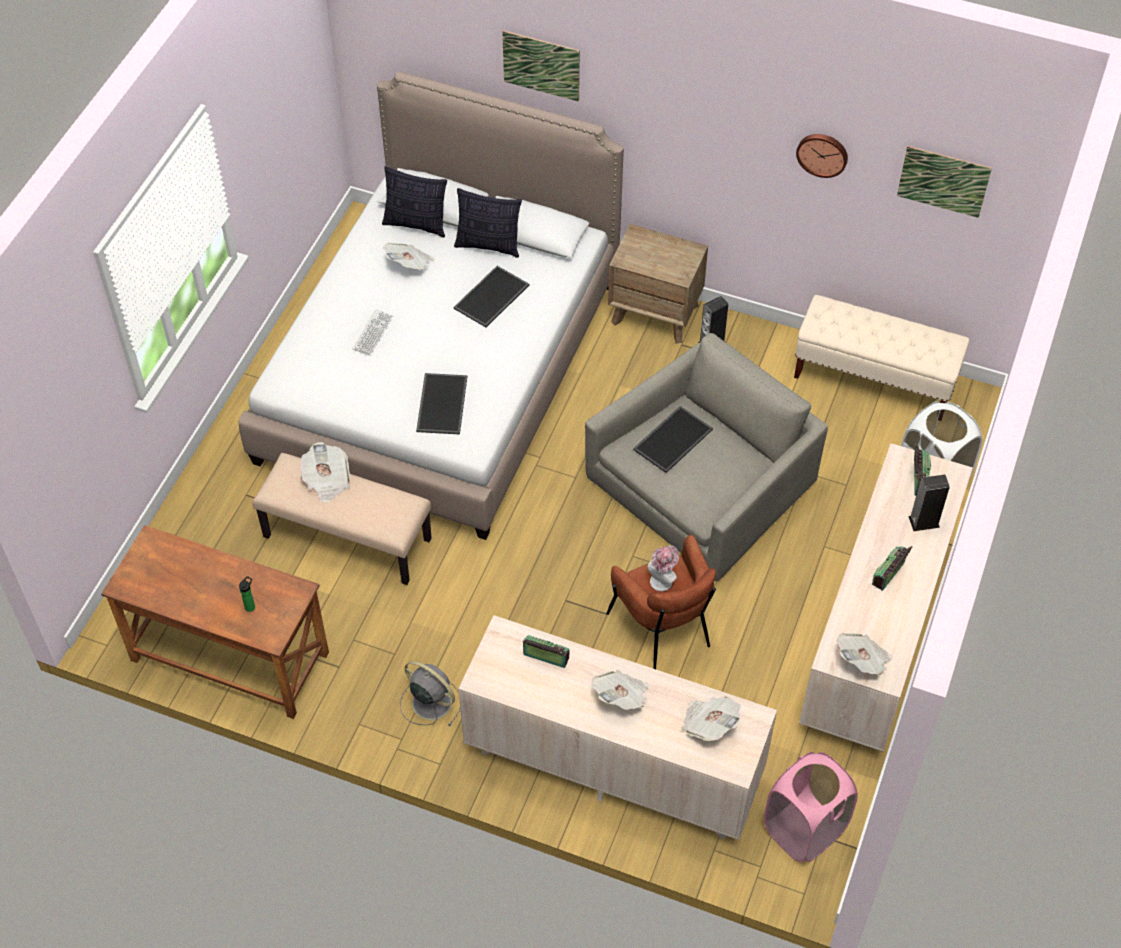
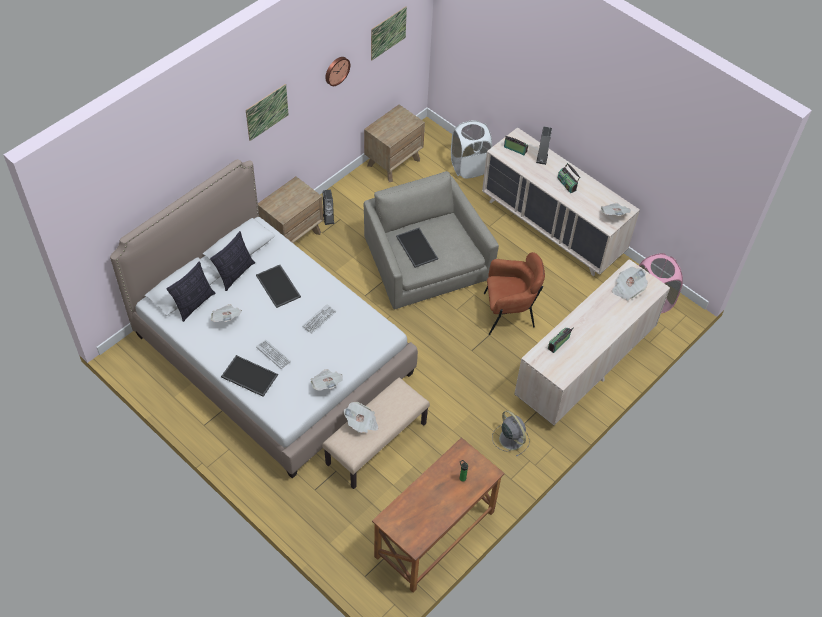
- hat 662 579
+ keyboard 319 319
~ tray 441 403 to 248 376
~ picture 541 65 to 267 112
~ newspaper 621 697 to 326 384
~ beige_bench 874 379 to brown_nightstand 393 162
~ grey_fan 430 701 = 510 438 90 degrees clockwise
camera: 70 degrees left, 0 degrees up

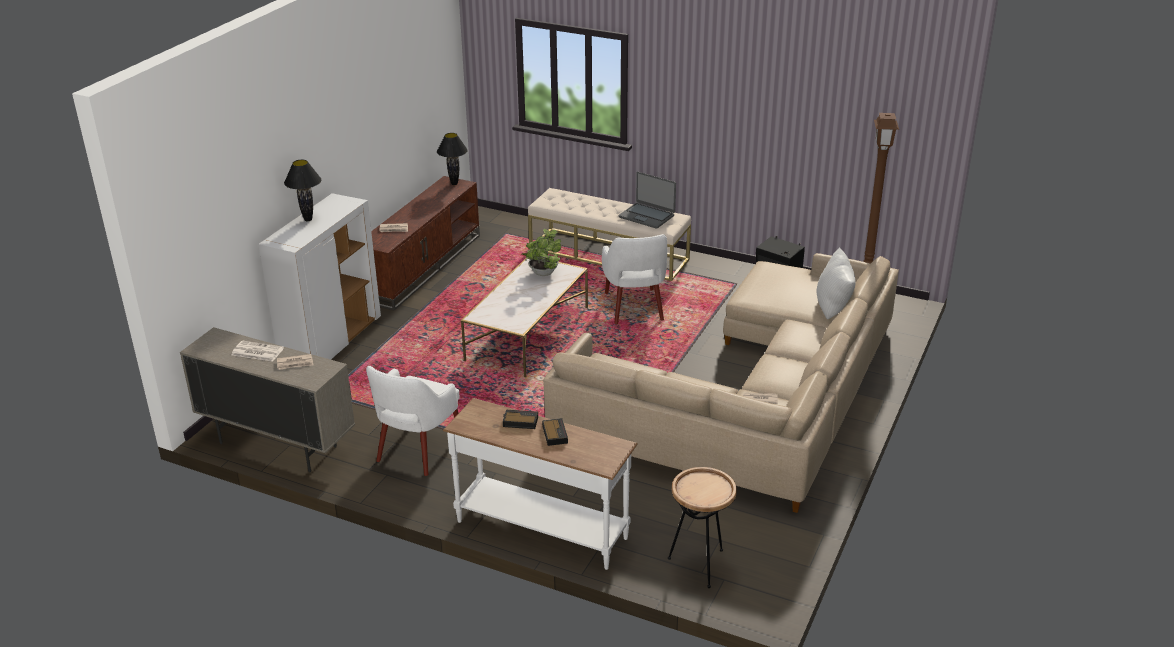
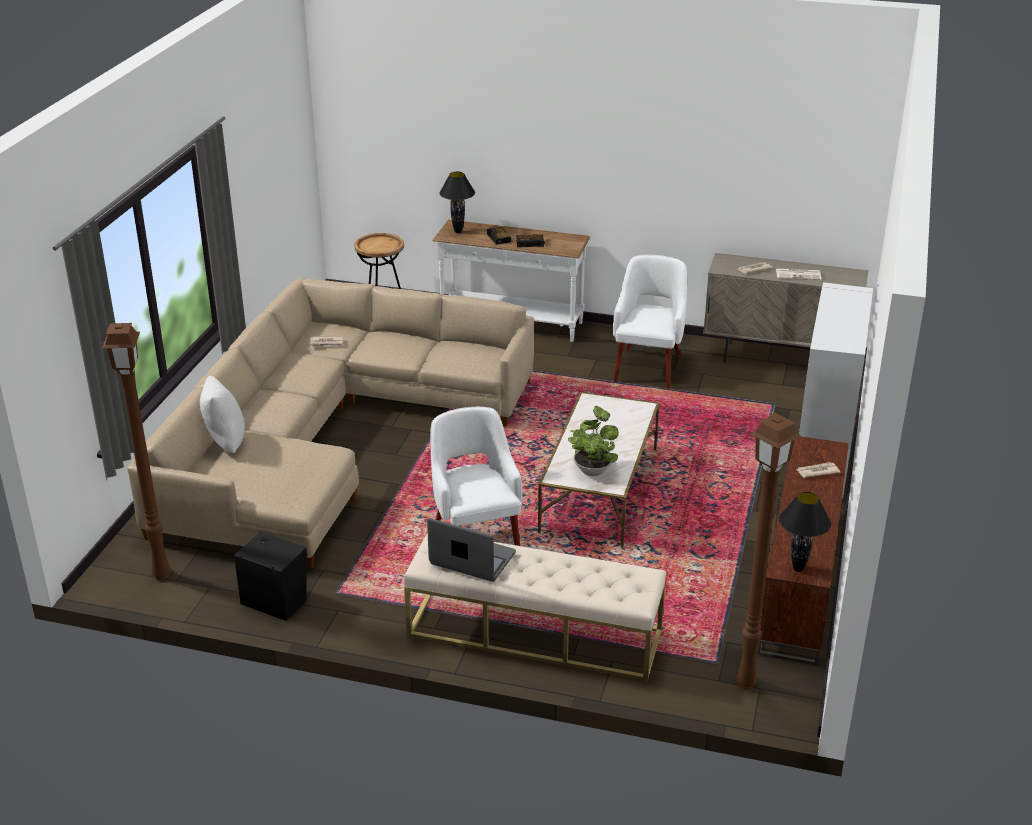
+ brown_floor_lamp 747 683
~ black_table_lamp 308 220 to 458 231
camera: 170 degrees right, 0 degrees up

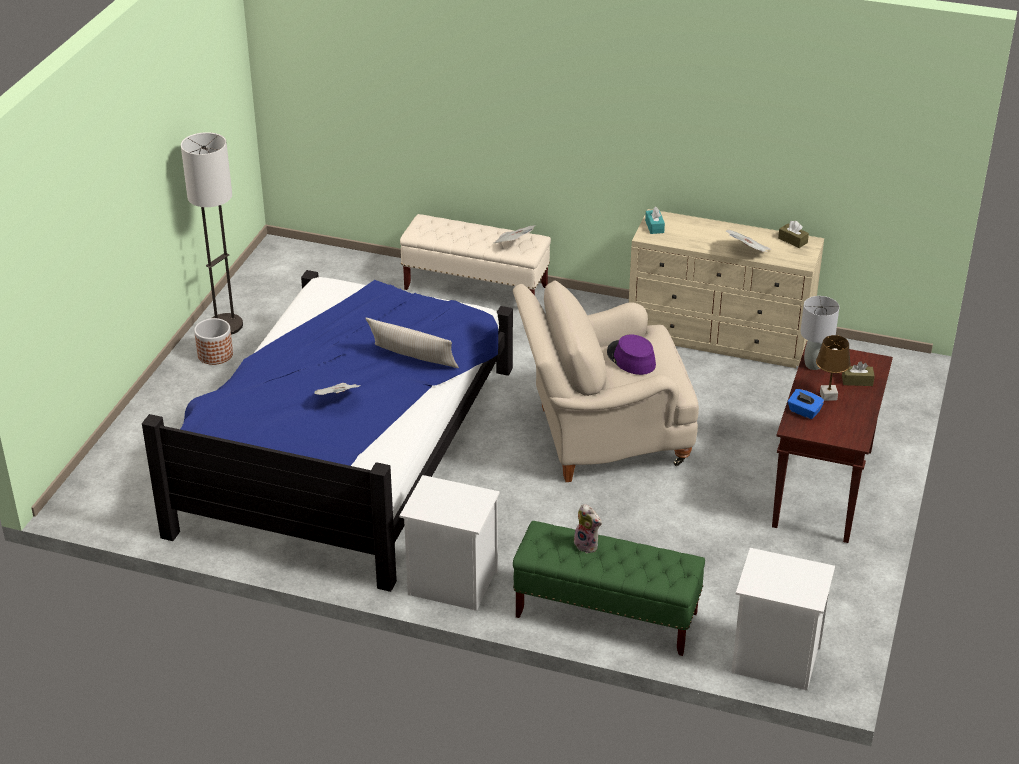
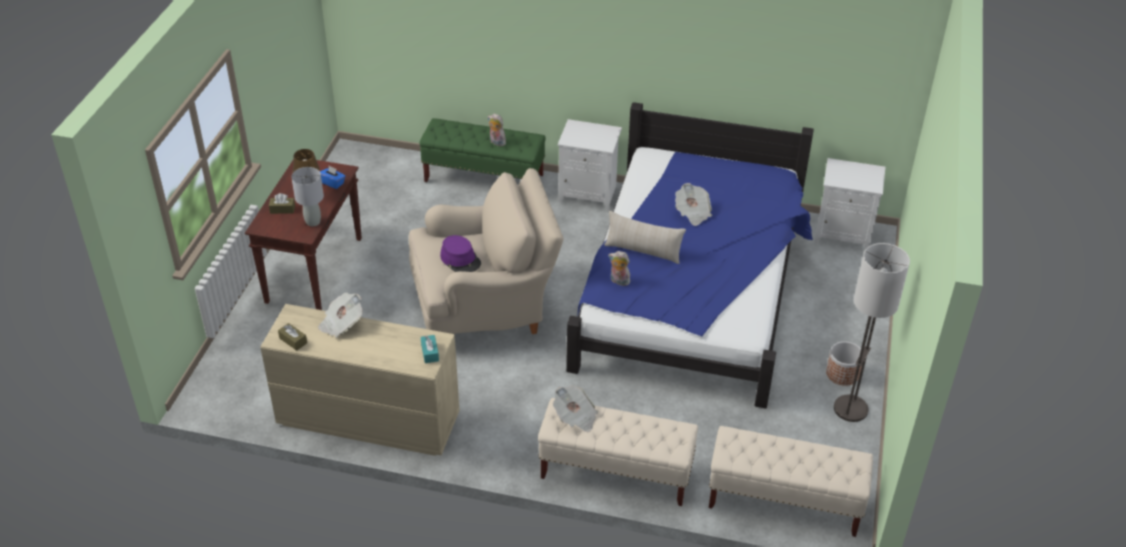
+ plush_toy 618 281
+ beige_bench 783 501
~ white_nightstand 773 660 to 844 233
camera: 175 degrees right, 5 degrees up

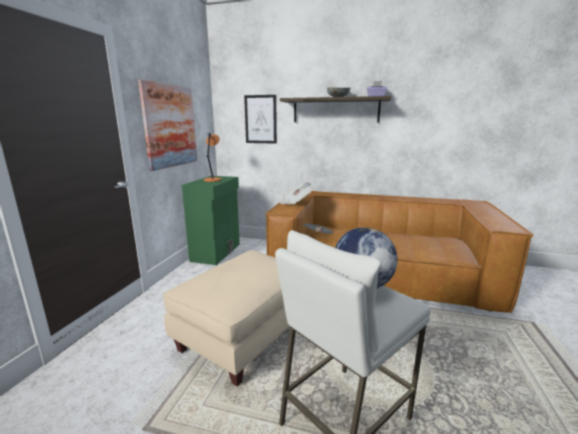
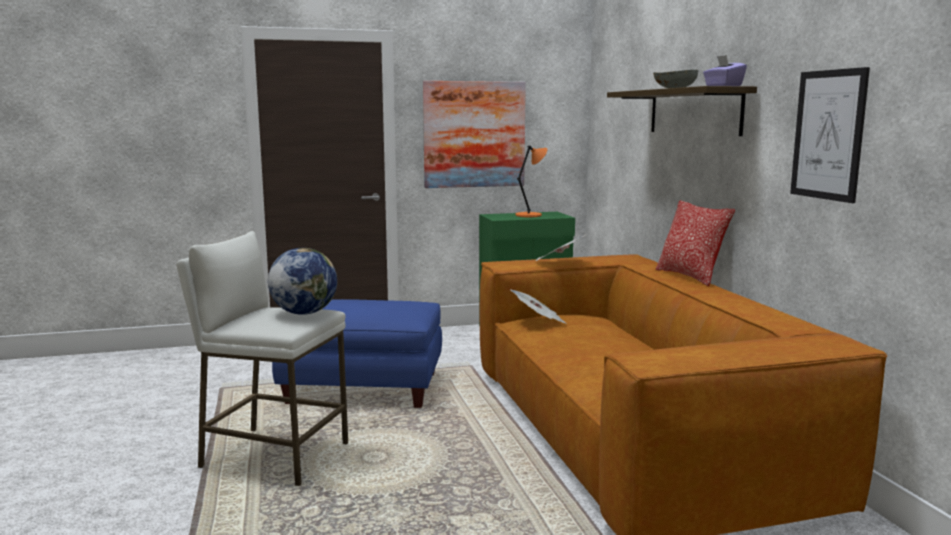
+ pillow 690 276
~ picture 260 119 to 828 135
~ beige_ottoman 245 334 to blue_ottoman 364 388
camera: 60 degrees right, 5 degrees down

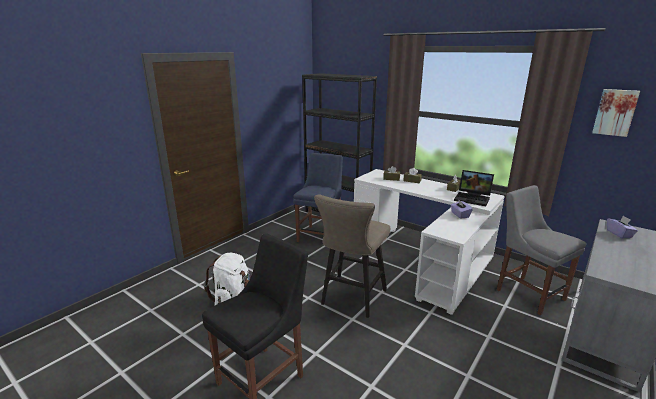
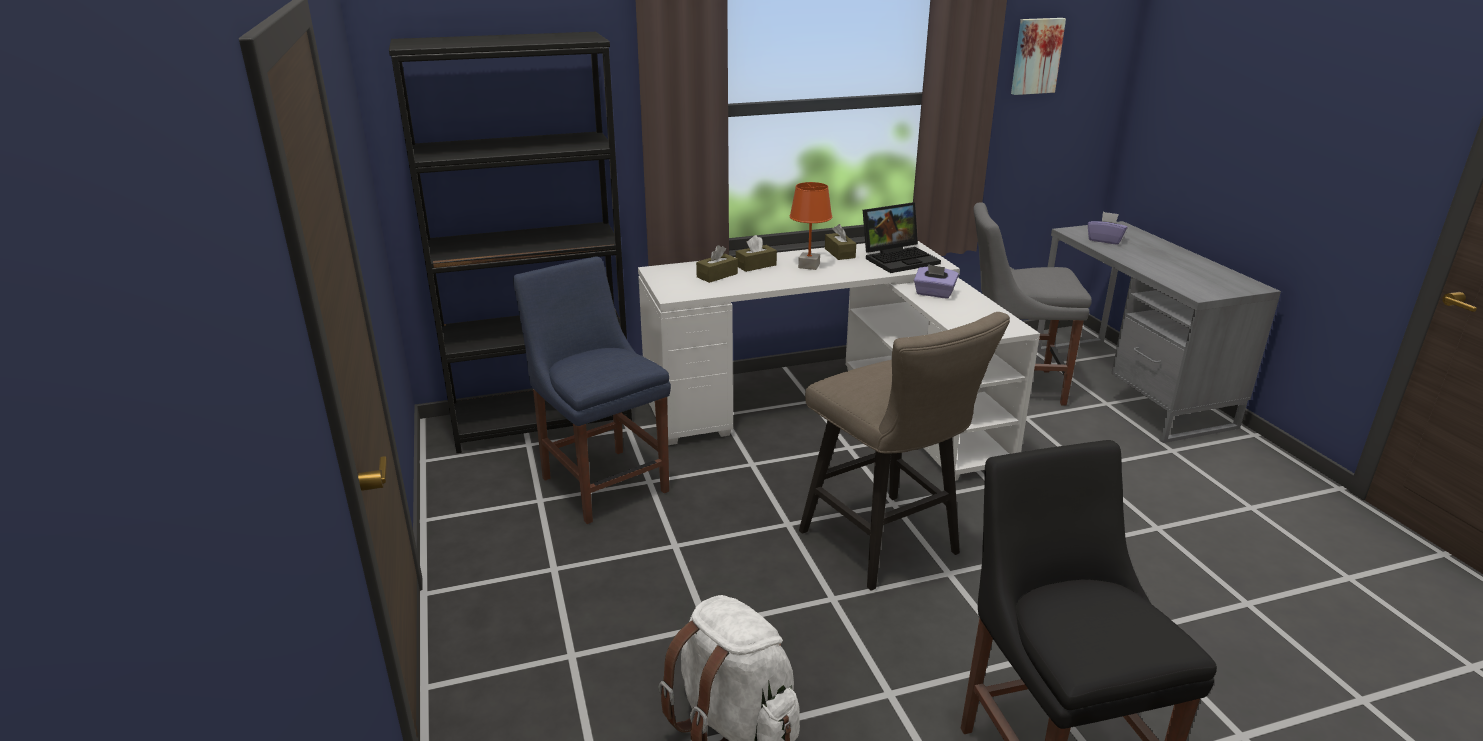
+ orange_table_lamp 808 266
camera: 55 degrees left, 5 degrees up

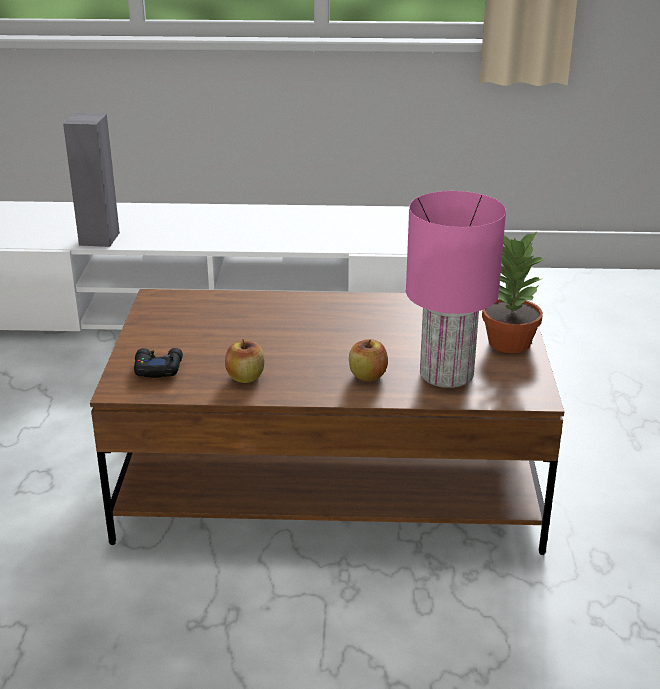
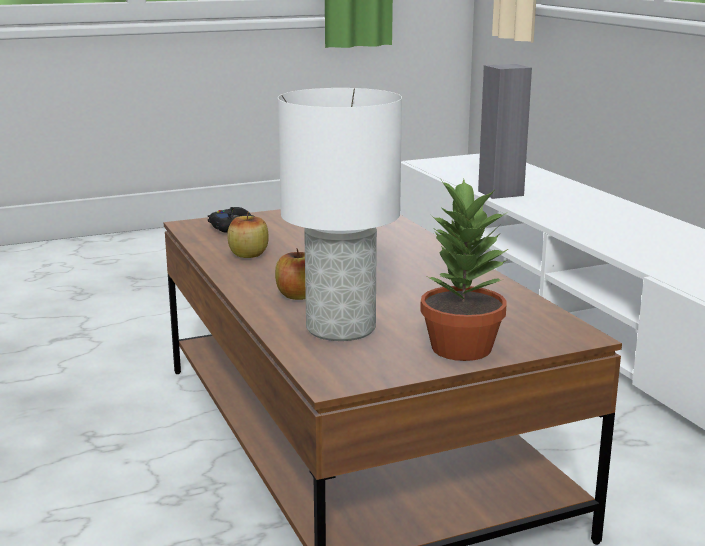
~ pink_table_lamp 444 374 to white_table_lamp 339 327
camera: 65 degrees right, 10 degrees down

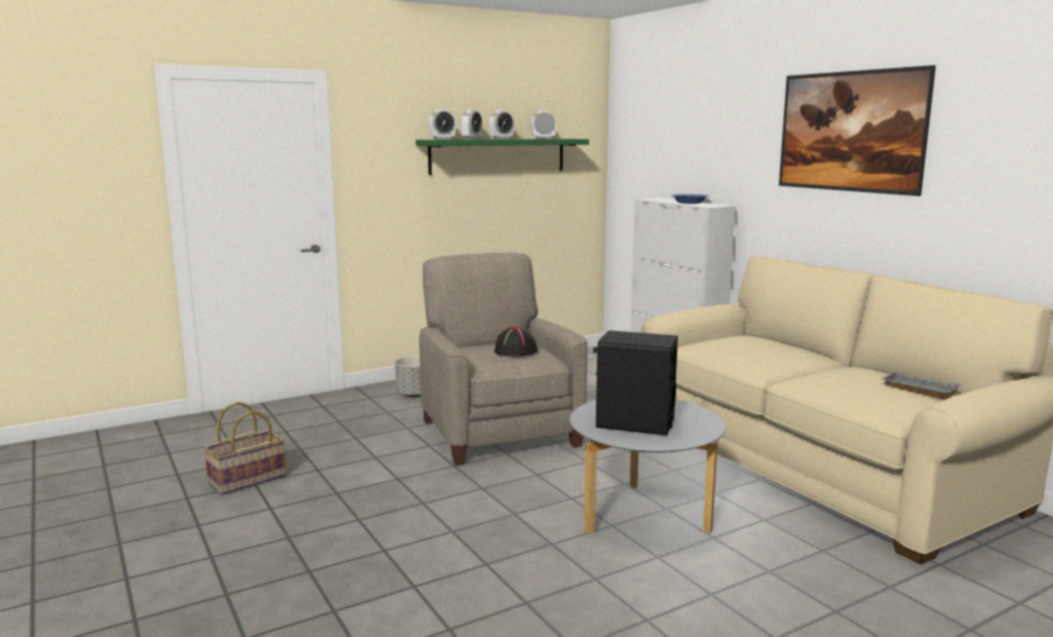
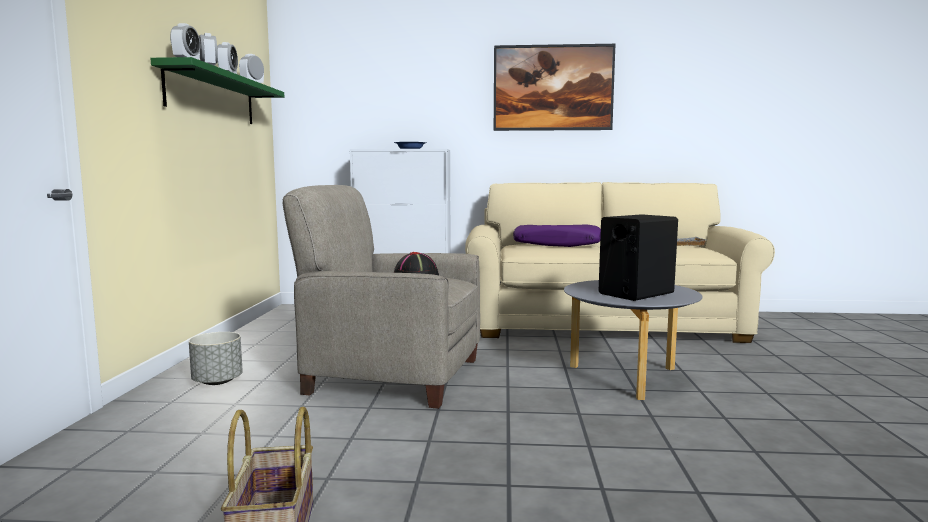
+ purple_pillow 557 244
camera: 55 degrees left, 5 degrees down

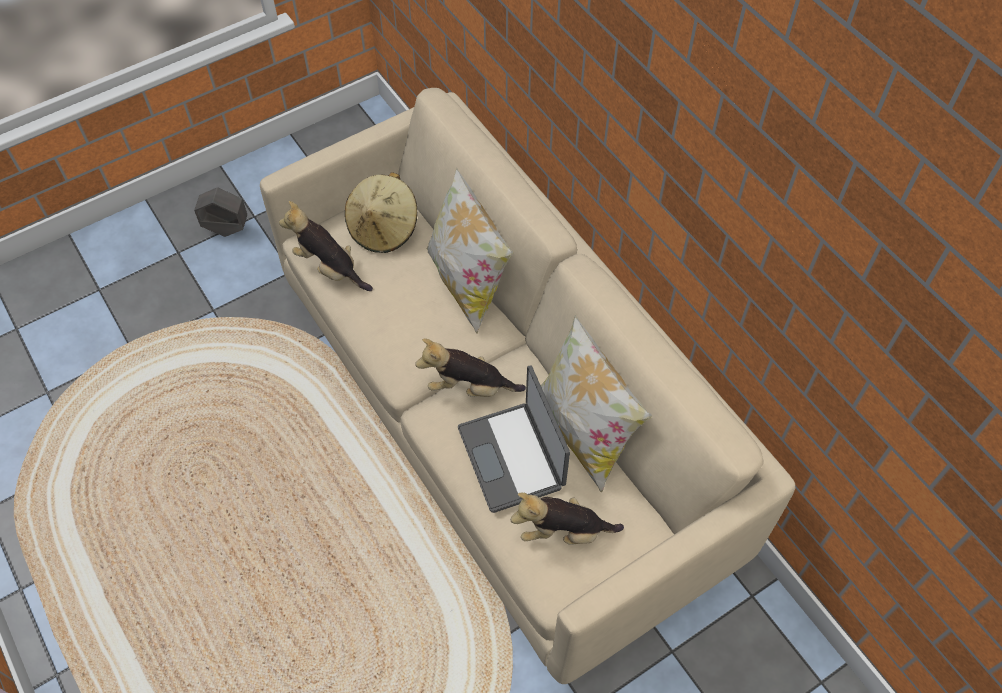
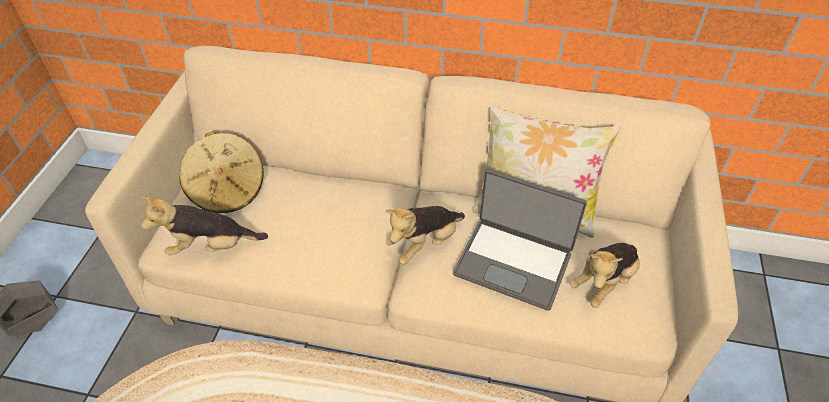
- pillow 468 283
camera: 45 degrees left, 10 degrees down

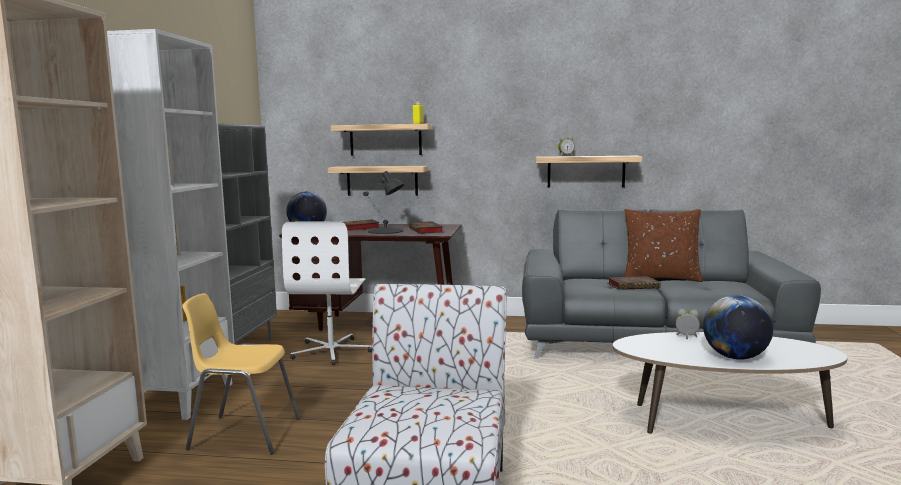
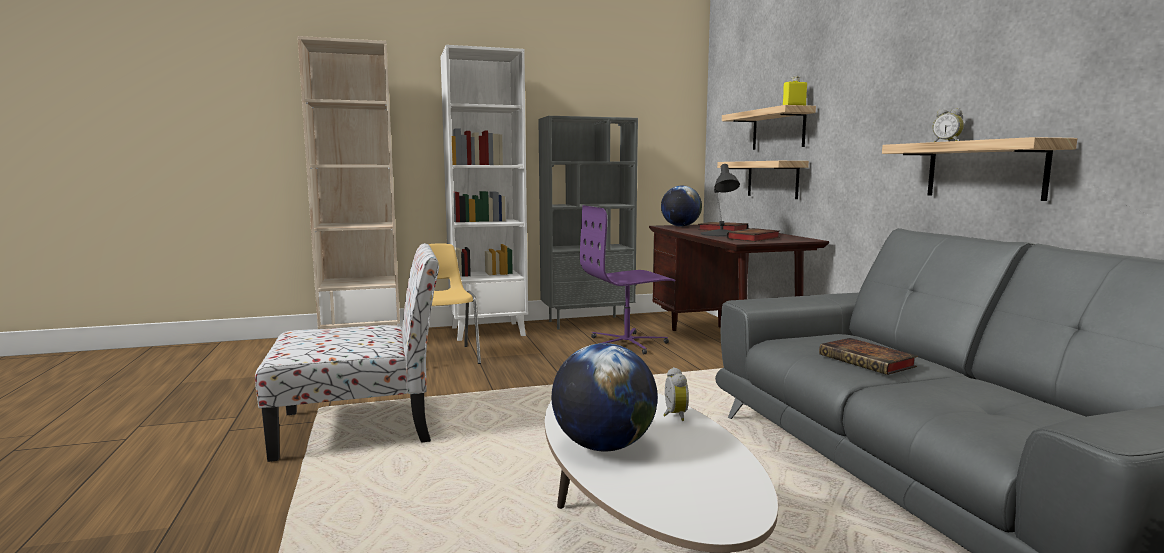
- brown_pillow 661 278
~ white_office_chair 332 351 to purple_office_chair 627 344
camera: 65 degrees right, 0 degrees up

